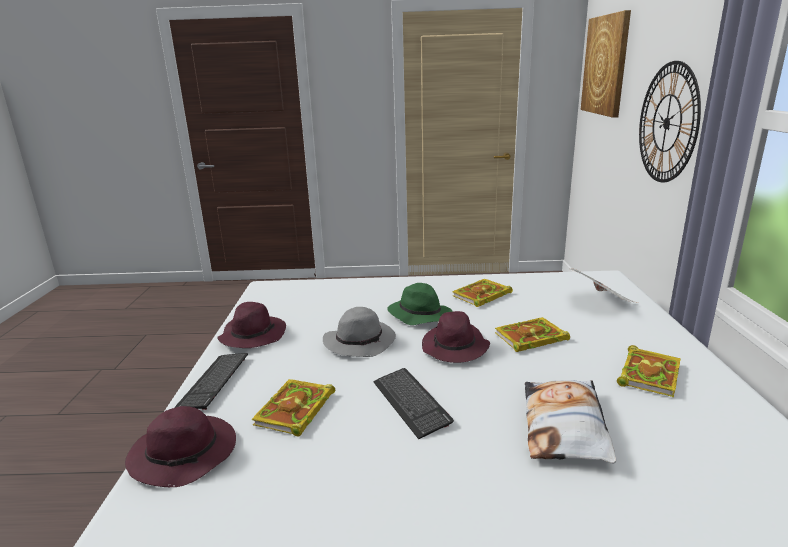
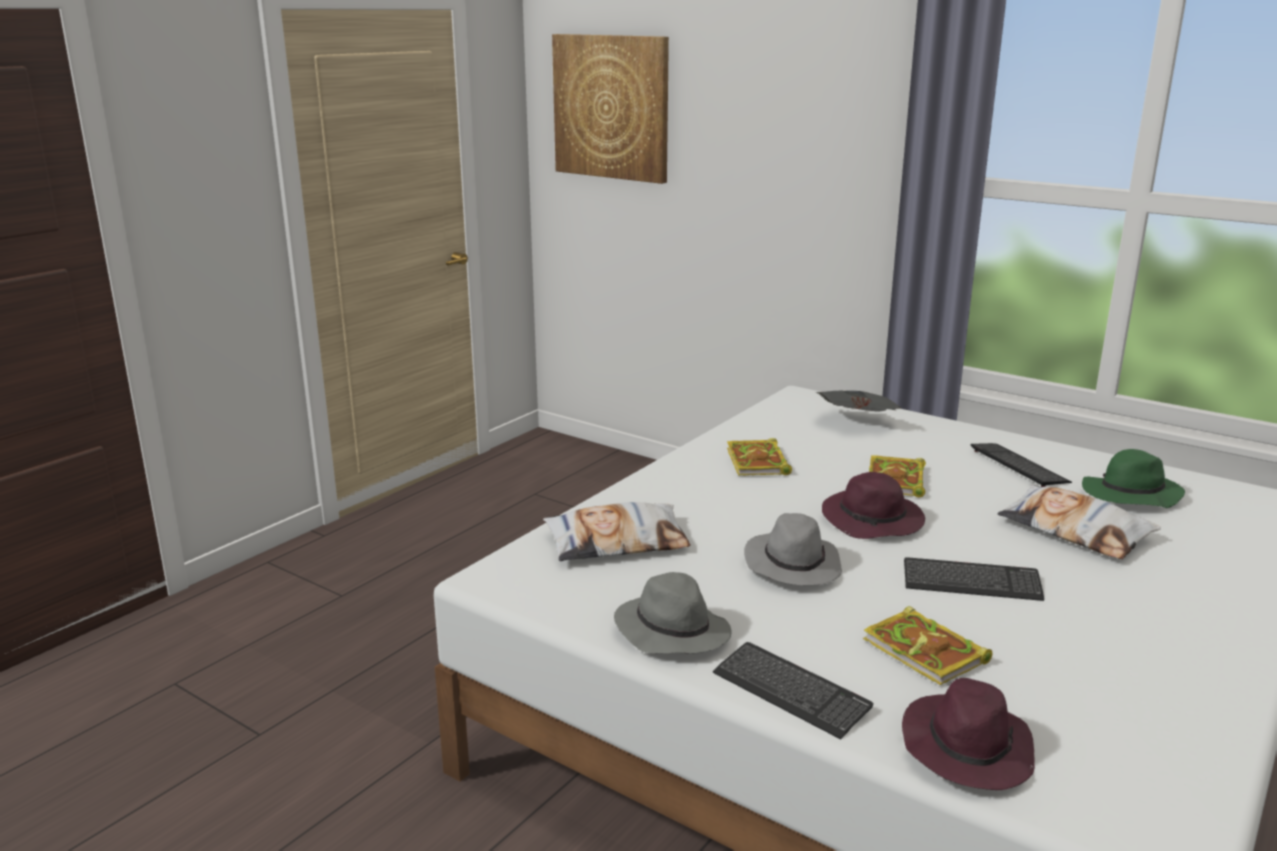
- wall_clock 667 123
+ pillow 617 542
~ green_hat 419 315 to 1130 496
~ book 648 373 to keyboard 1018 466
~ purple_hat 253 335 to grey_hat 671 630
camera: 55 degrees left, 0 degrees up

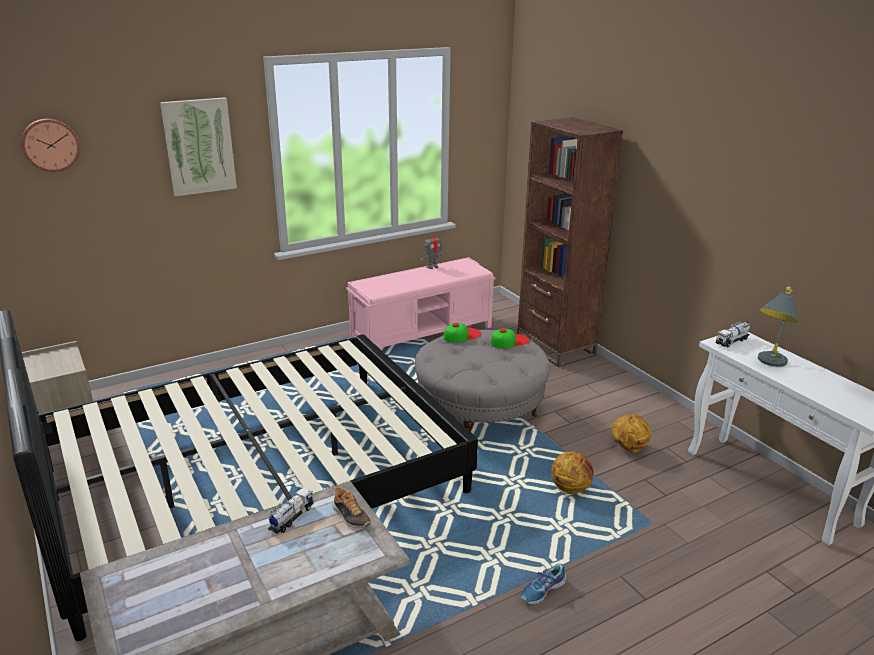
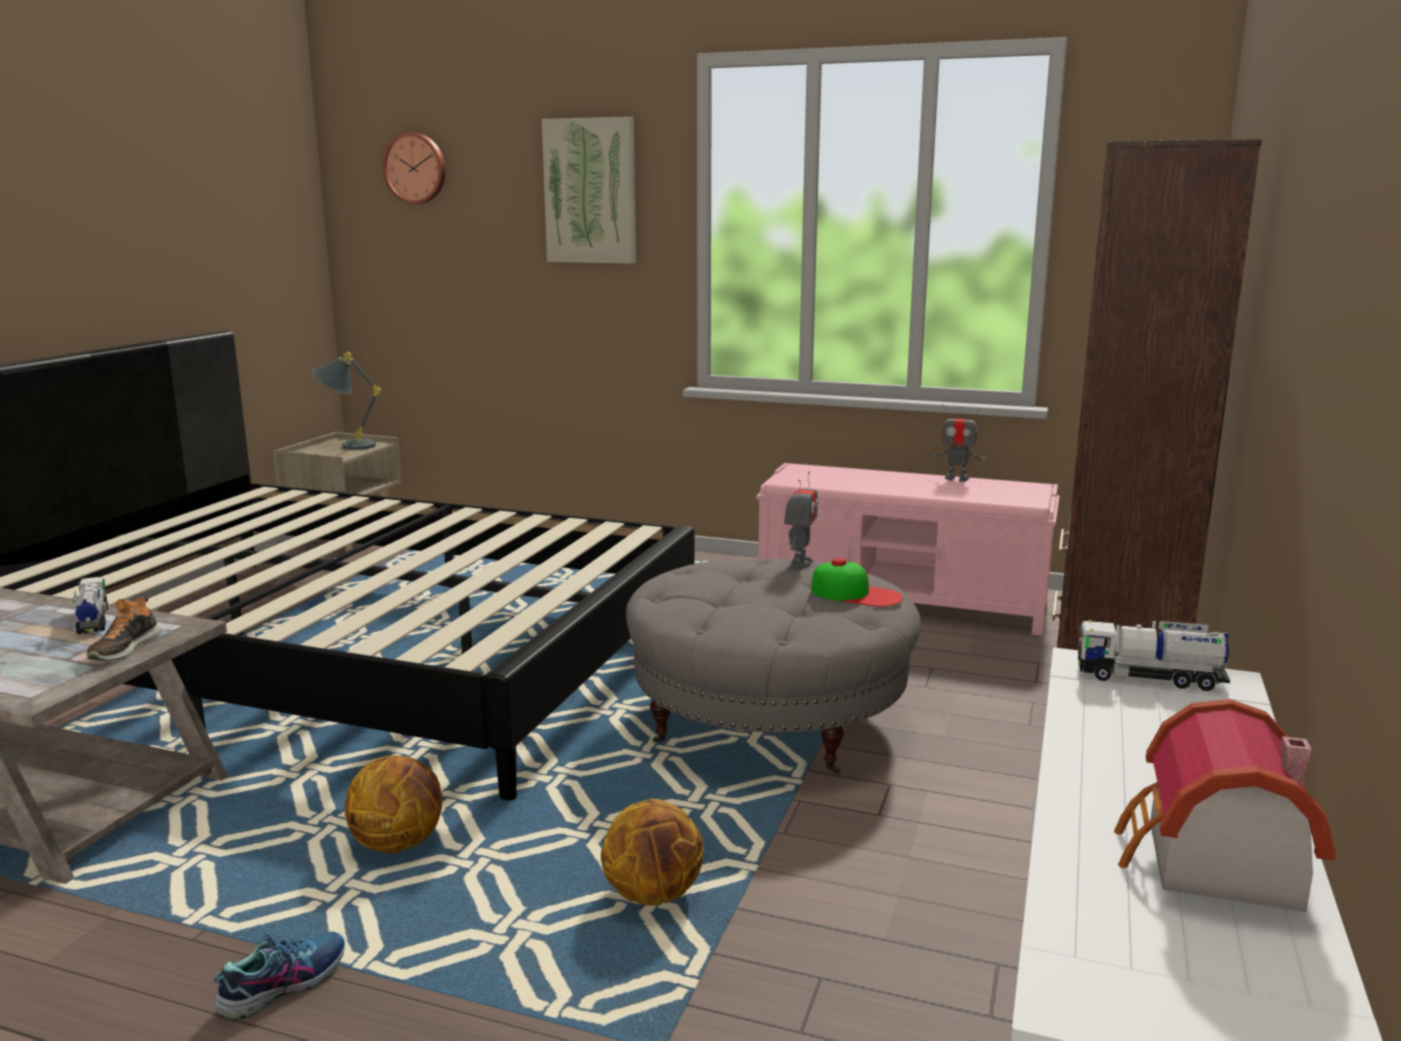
+ toy_house 1211 864
~ basketball 628 448 to 399 843
~ grey_table_lamp 768 363 to 347 446
~ cap 462 335 to toy_robot 800 562
~ toy_truck 291 518 = 93 620 105 degrees counterclockwise
~ shoe 543 590 = 284 983 120 degrees clockwise
camera: 50 degrees right, 10 degrees down

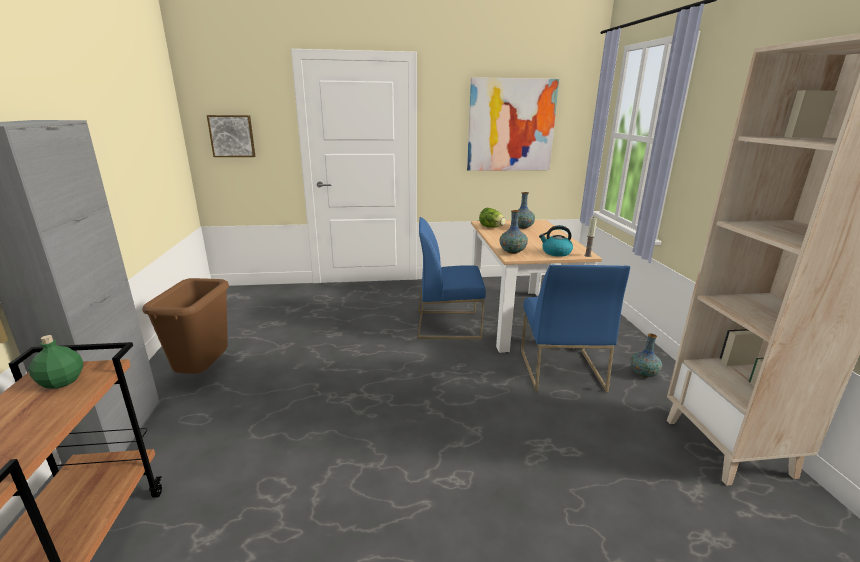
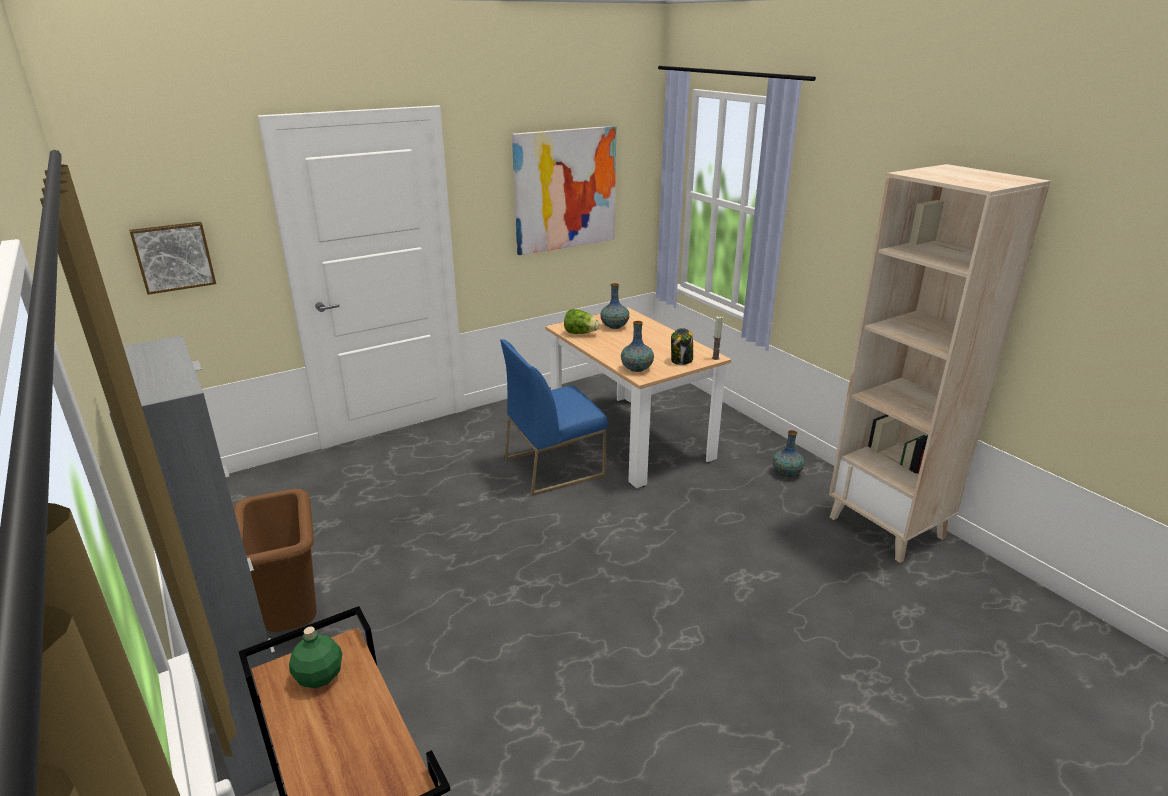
- blue_chair 560 369
~ kettle 556 252 to jar 681 360
camera: 25 degrees left, 5 degrees up

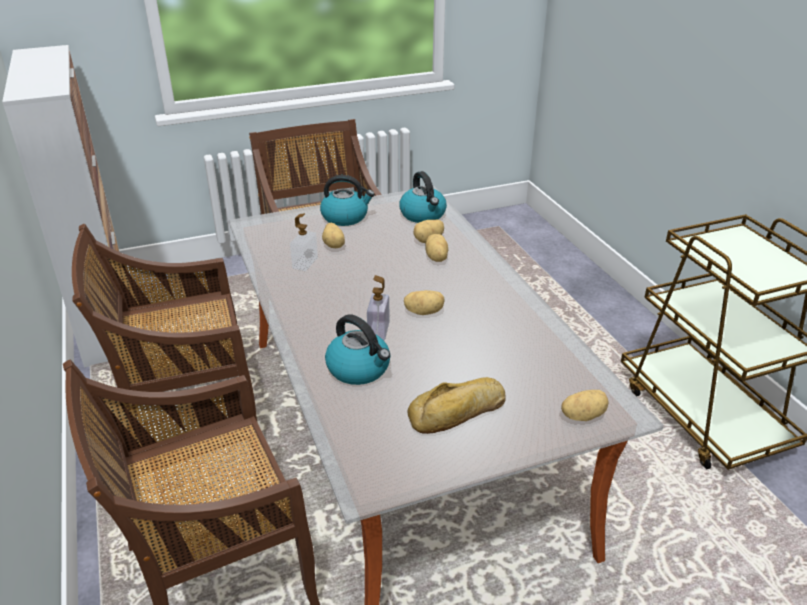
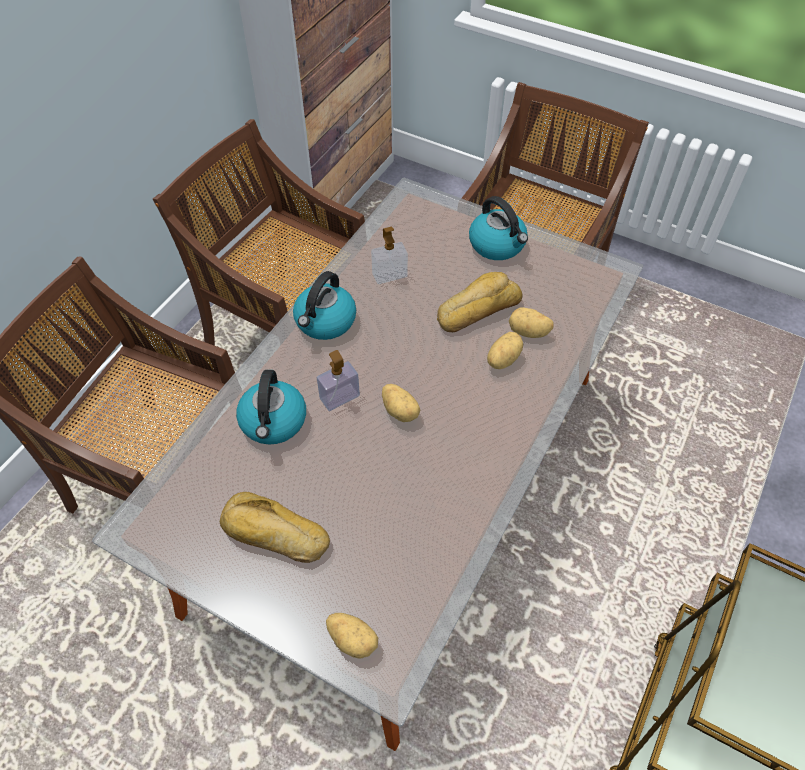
- potato 334 245
+ bread 477 308
~ kettle 423 215 to 325 322
camera: 50 degrees right, 20 degrees up

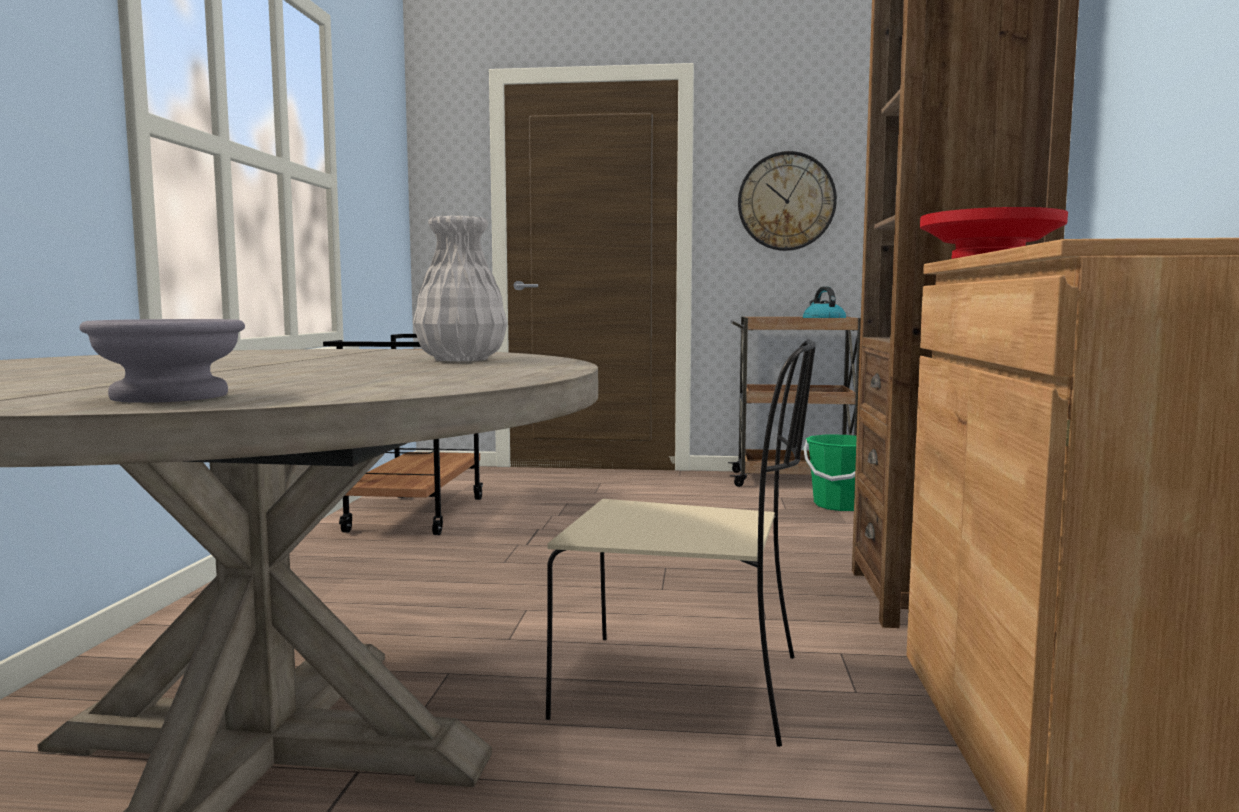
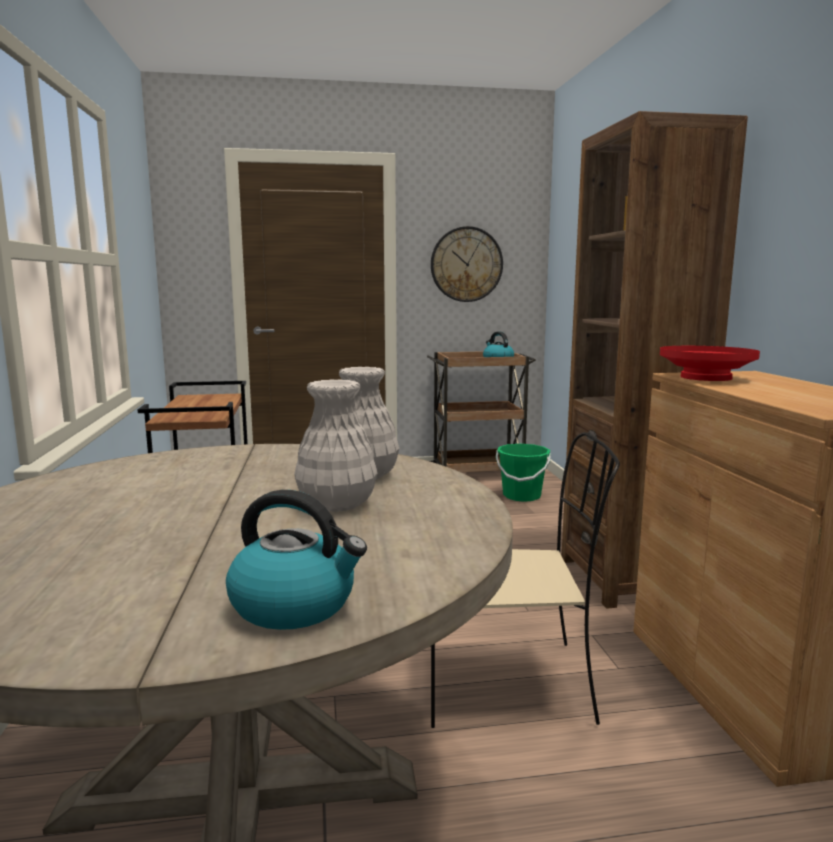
+ white_vase 338 504
~ grey_bowl 171 396 to kettle 295 605
camera: 15 degrees left, 5 degrees up

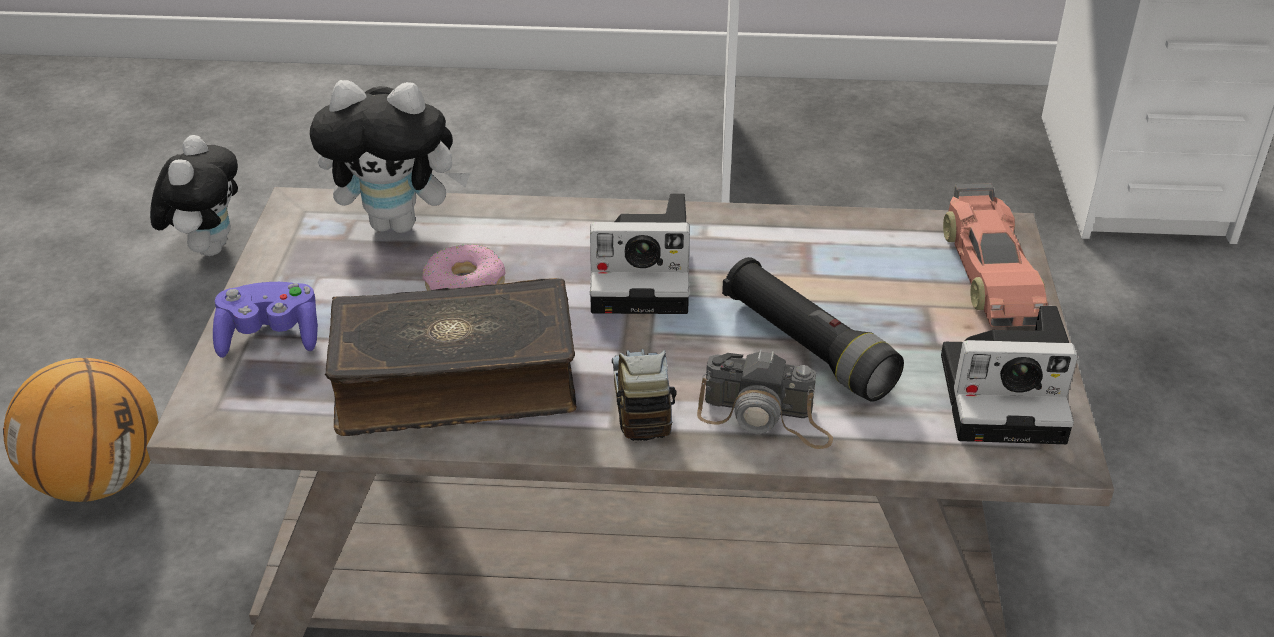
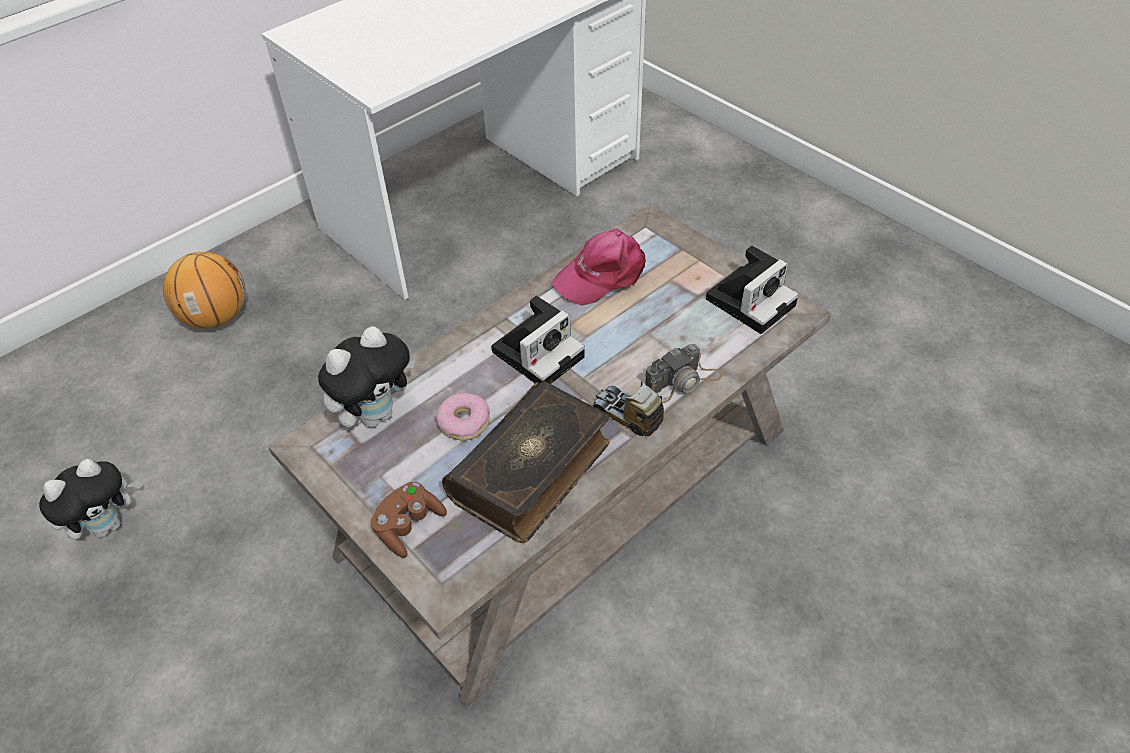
- black_flashlight 807 347
- toy_car 990 273
+ pink_cap 602 275
~ basketball 100 480 to 216 317
~ purple_game_controller 270 337 to brown_game_controller 408 526
~ plush_toy 208 247 = 108 524 90 degrees clockwise
camera: 45 degrees left, 10 degrees up

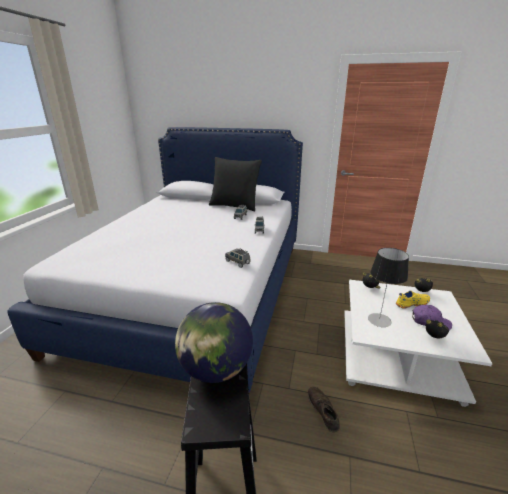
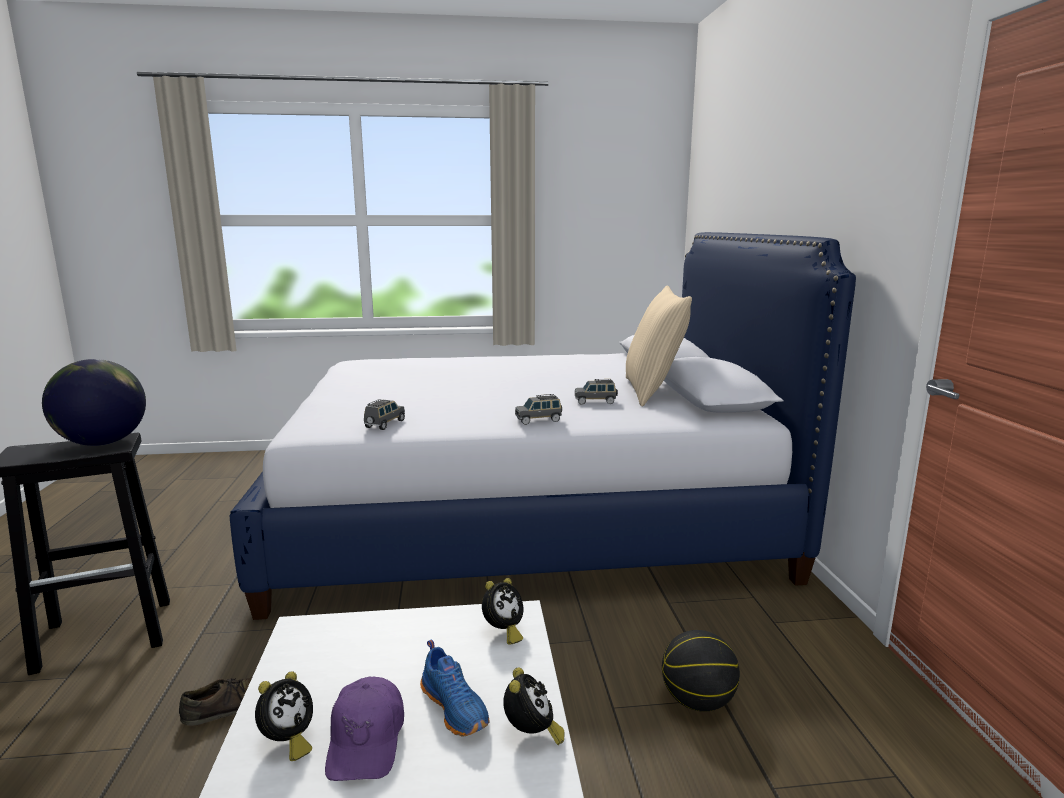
- table_lamp 379 320
+ basketball 698 701
~ black_pillow 235 206 to beige_pillow 652 392
~ yellow_shoe 411 303 to blue_shoe 456 707
camera: 70 degrees right, 10 degrees down

